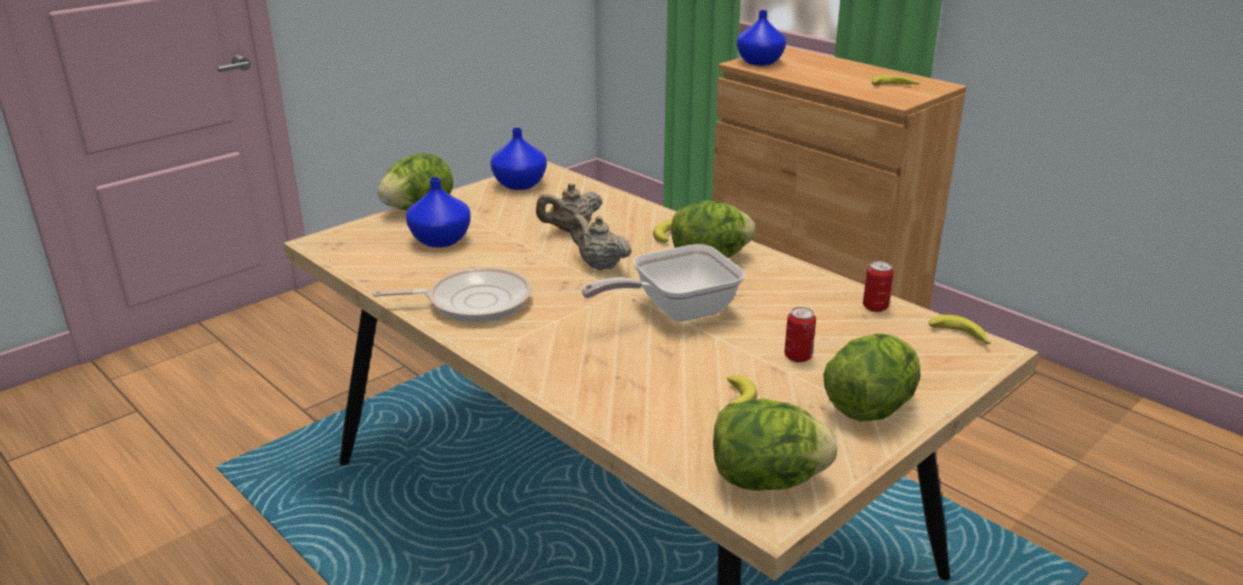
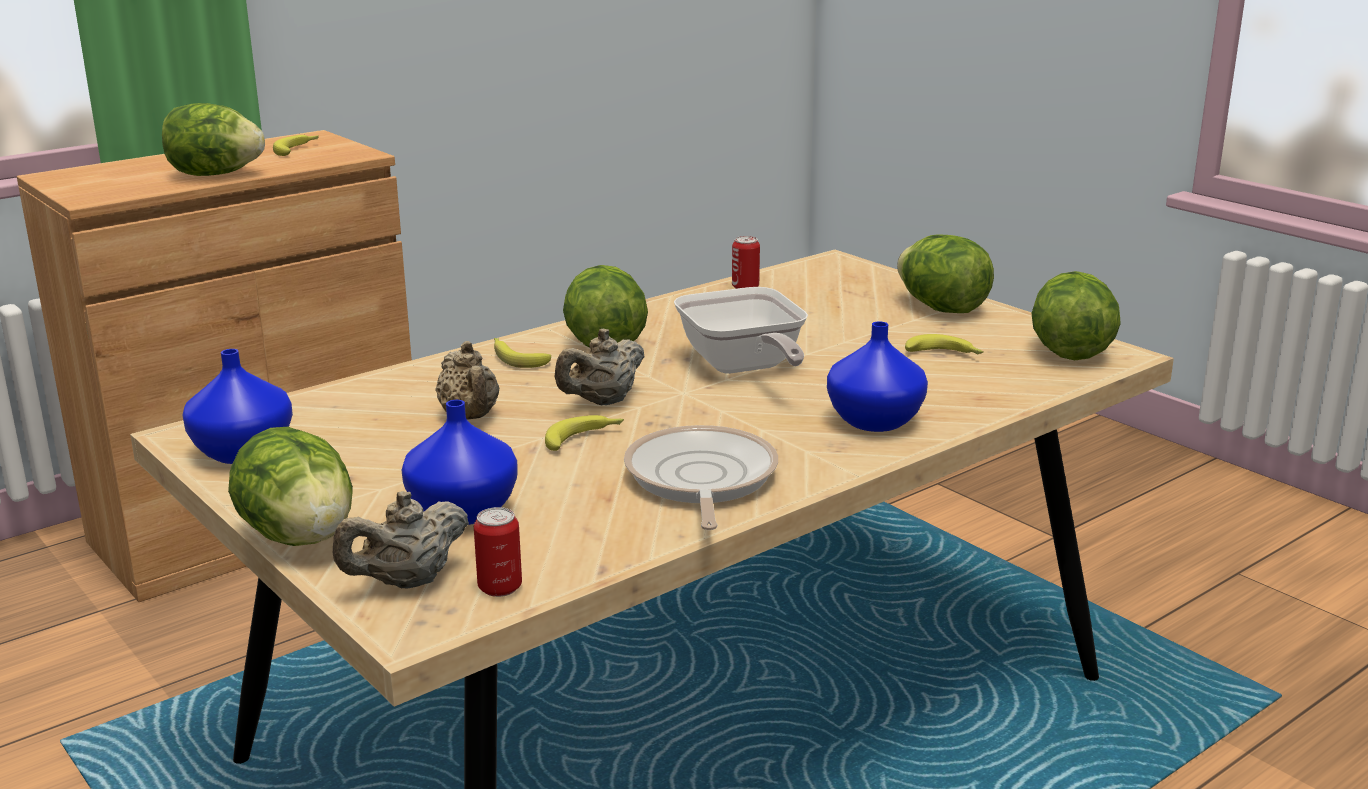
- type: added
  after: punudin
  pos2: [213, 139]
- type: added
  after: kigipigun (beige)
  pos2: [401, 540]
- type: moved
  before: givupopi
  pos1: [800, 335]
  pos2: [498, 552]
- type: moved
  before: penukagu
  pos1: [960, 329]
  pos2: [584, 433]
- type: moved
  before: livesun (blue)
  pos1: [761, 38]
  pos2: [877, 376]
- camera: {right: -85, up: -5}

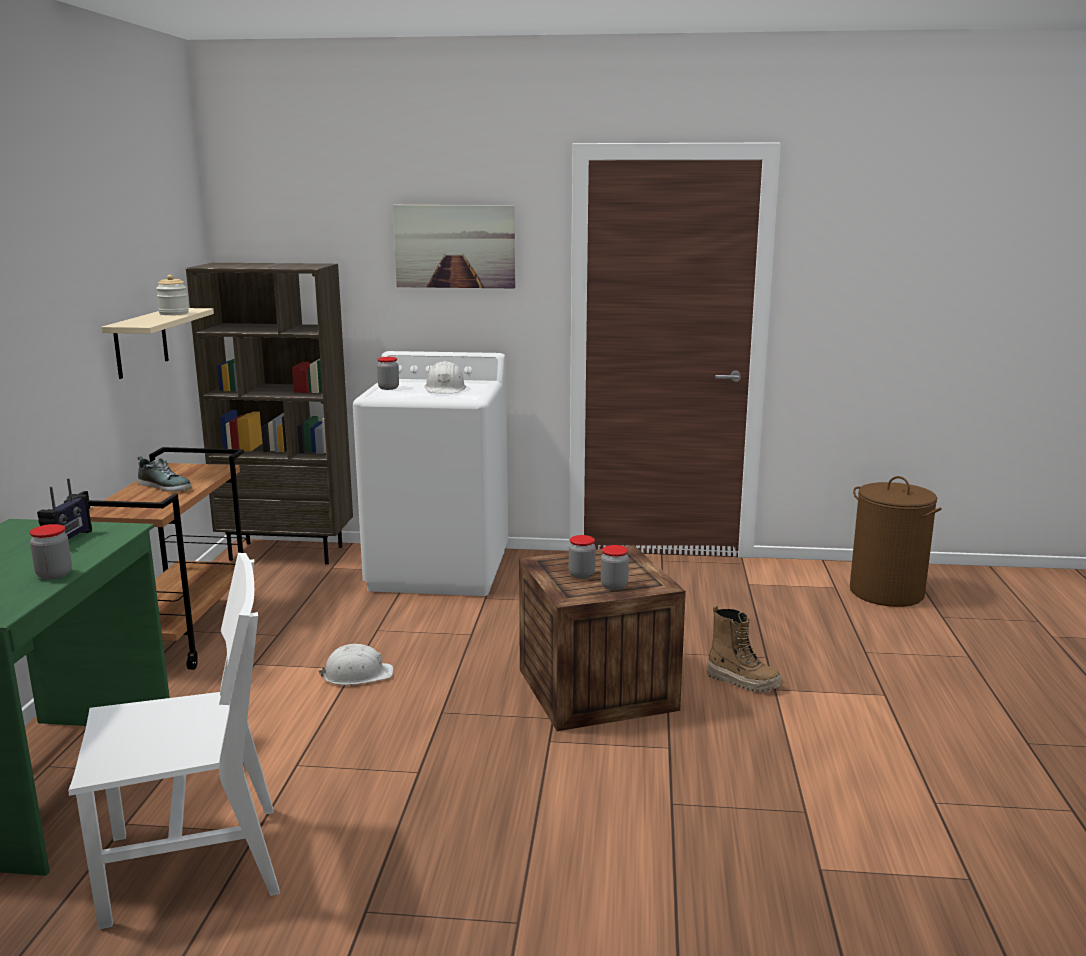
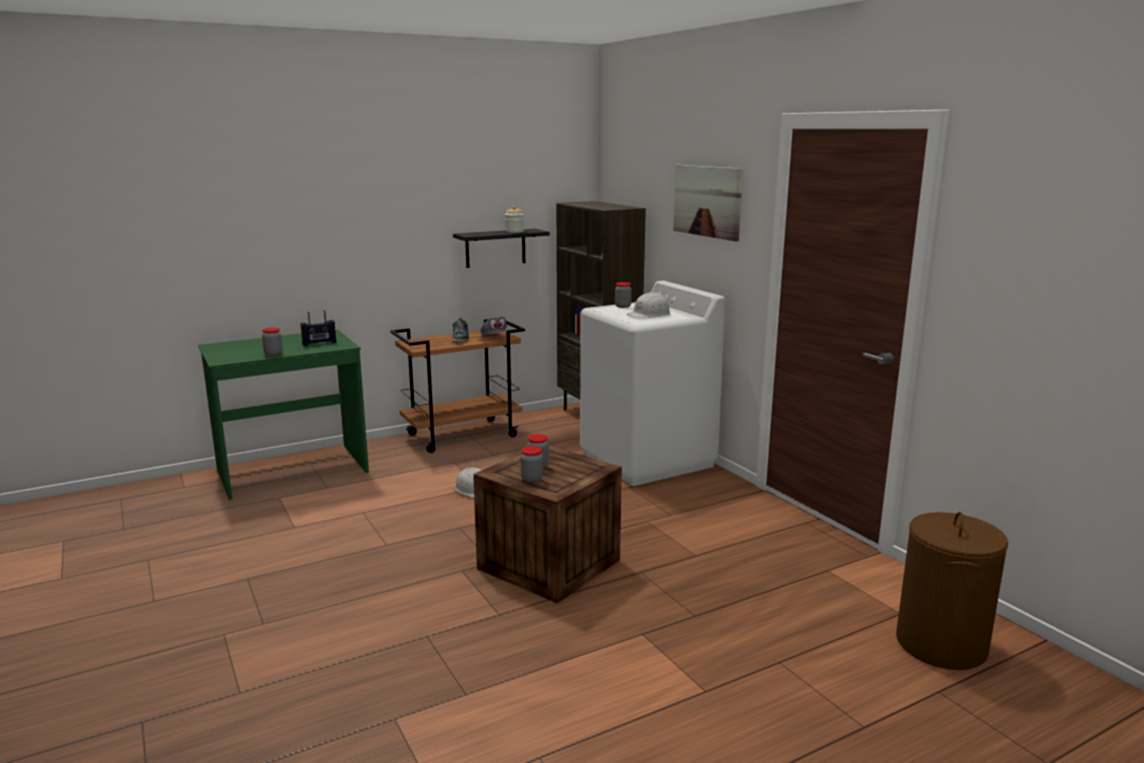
- type: recoloured
  before: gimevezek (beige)
  after: gimevezek (black)
  pos1: [157, 343]
  pos2: [501, 248]
- type: added
  after: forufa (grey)
  pos2: [493, 326]
- type: removed
  before: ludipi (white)
  pos1: [174, 741]
- type: removed
  before: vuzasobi
  pos1: [744, 649]
- camera: {right: 55, up: 0}

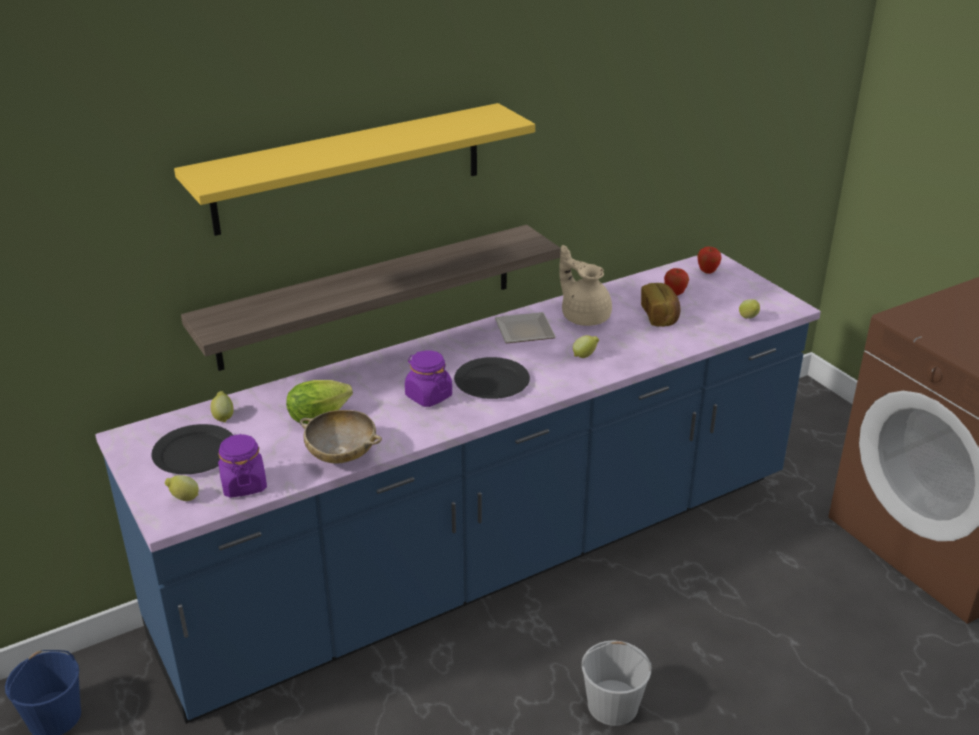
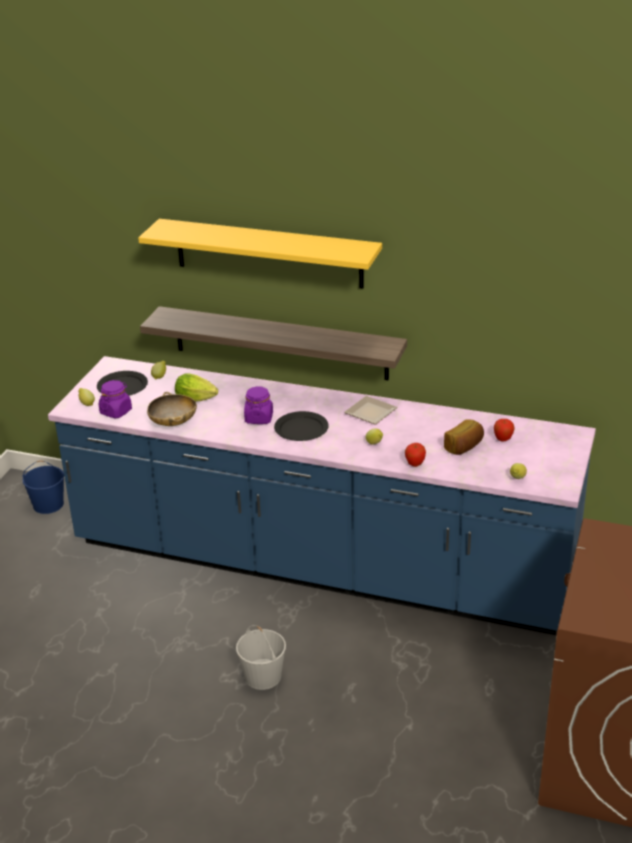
- type: moved
  before: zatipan
  pos1: [709, 260]
  pos2: [415, 455]
- type: removed
  before: kigipigun (beige)
  pos1: [585, 285]
- camera: {right: 50, up: 0}

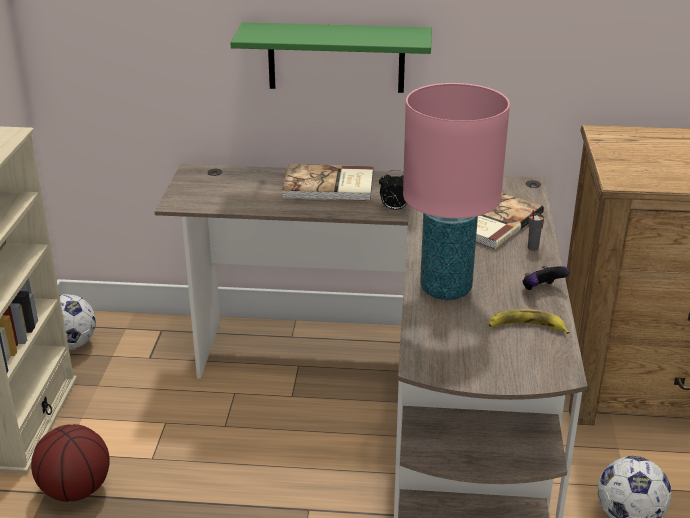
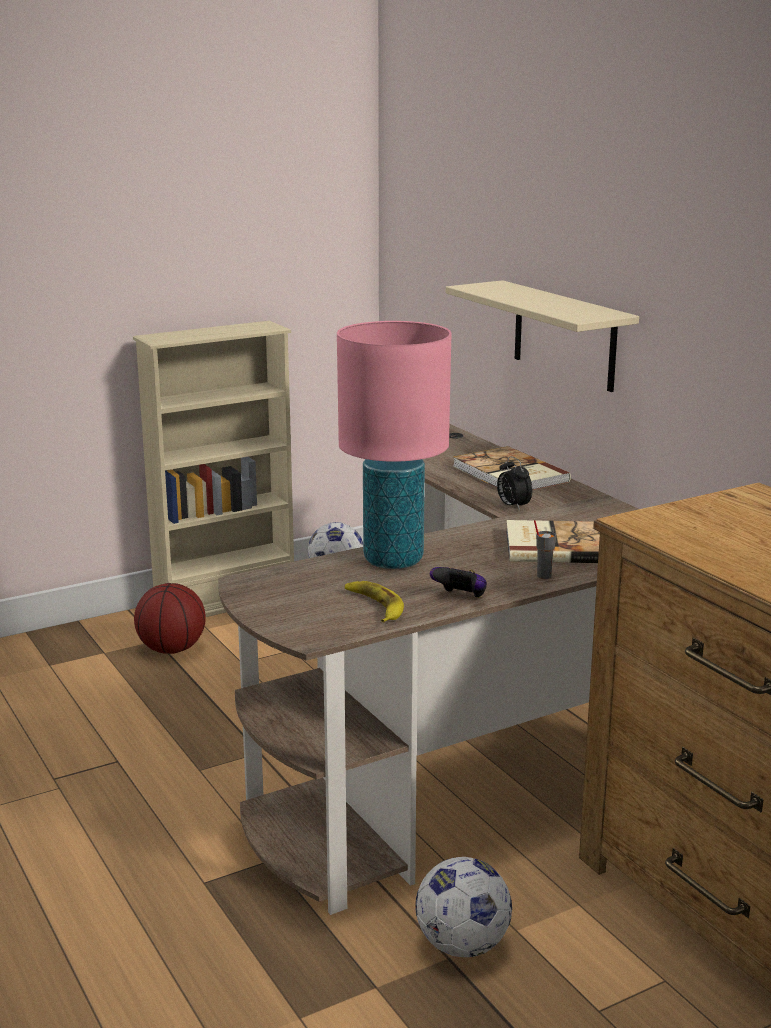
- type: recoloured
  before: gimevezek (green)
  after: gimevezek (beige)
  pos1: [331, 57]
  pos2: [542, 336]
- camera: {right: 55, up: -10}

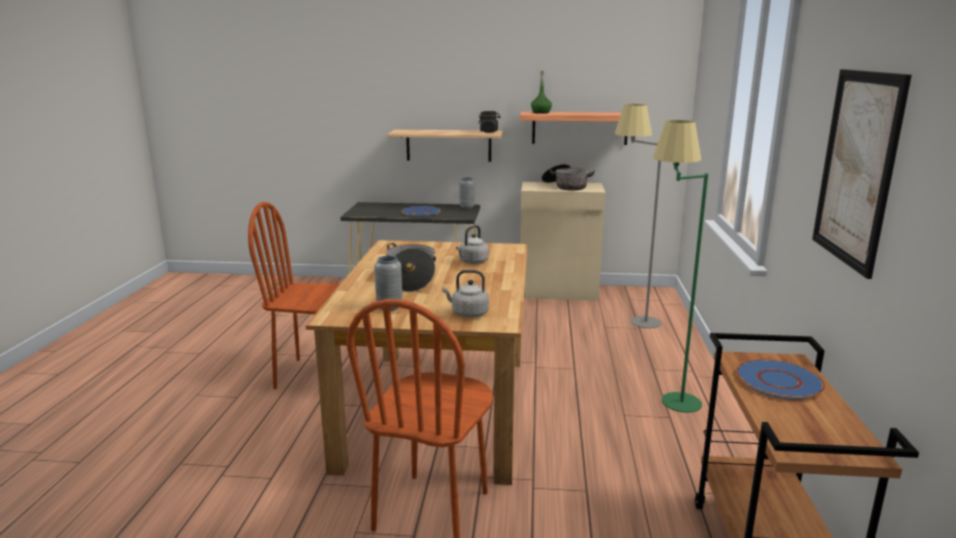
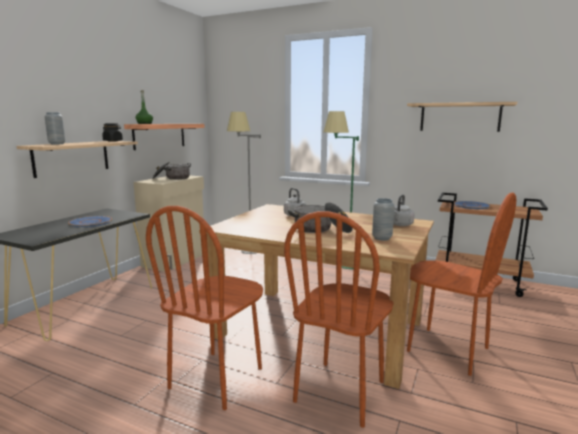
- type: moved
  before: livesun (grey)
  pos1: [466, 193]
  pos2: [55, 128]
- type: added
  after: ludipi (brown)
  pos2: [339, 319]
- type: replaced
  before: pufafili
  after: gimevezek
  pos1: [862, 174]
  pos2: [462, 117]
- camera: {right: -70, up: -5}

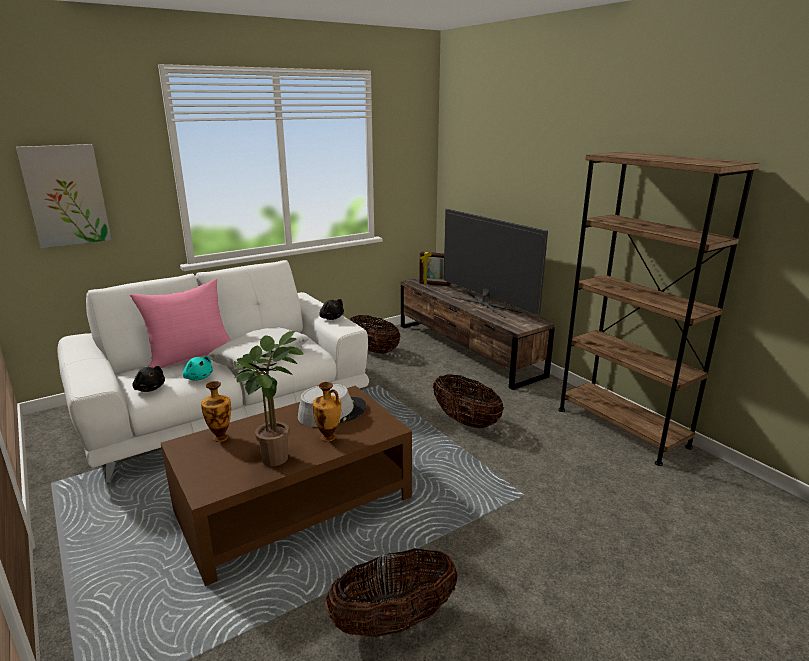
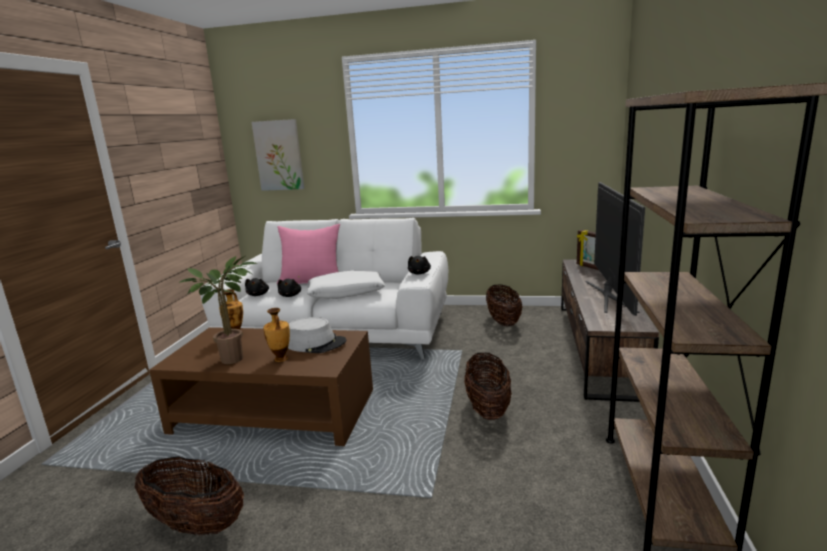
- type: recoloured
  before: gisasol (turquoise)
  after: gisasol (black)
  pos1: [198, 368]
  pos2: [289, 288]
- camera: {right: 45, up: -5}

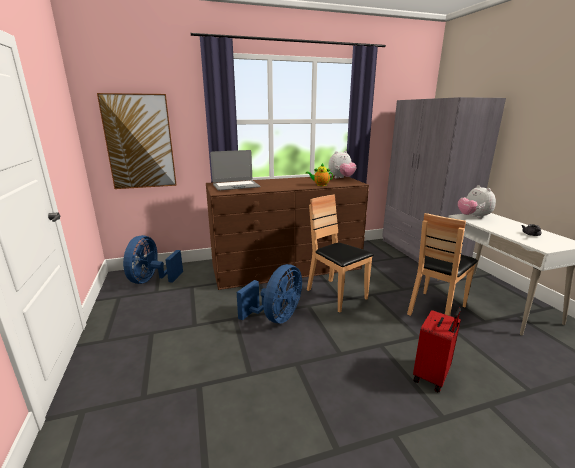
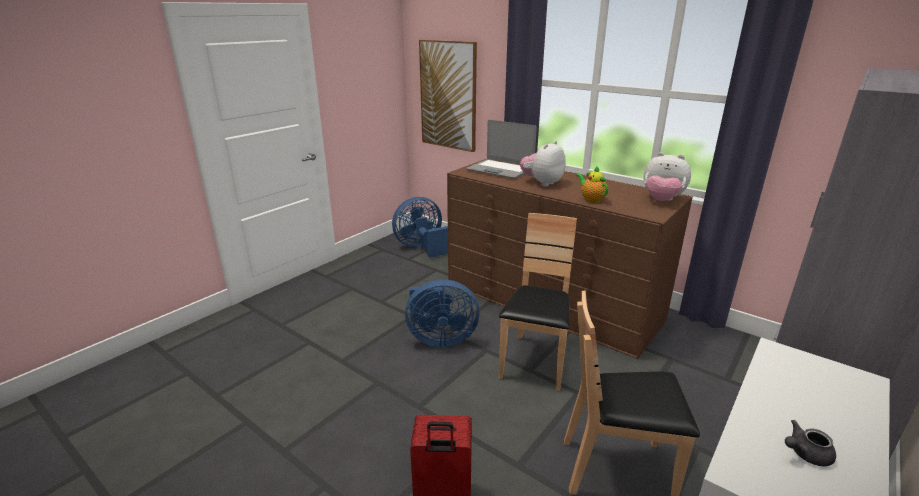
- type: moved
  before: gisasol
  pos1: [477, 202]
  pos2: [542, 164]
- camera: {right: 55, up: 5}

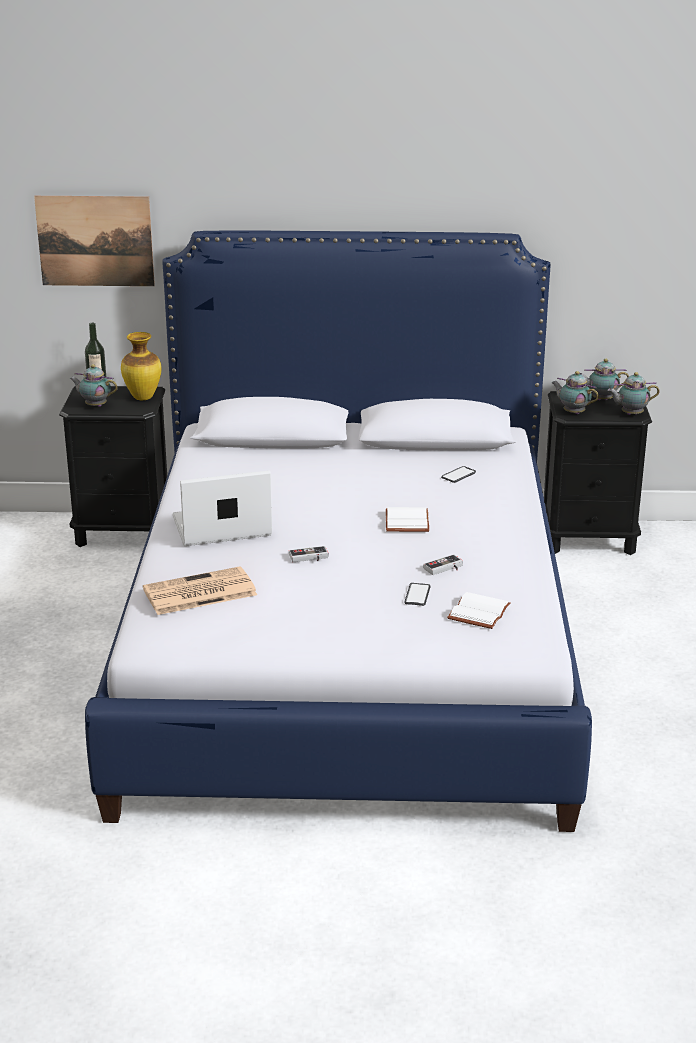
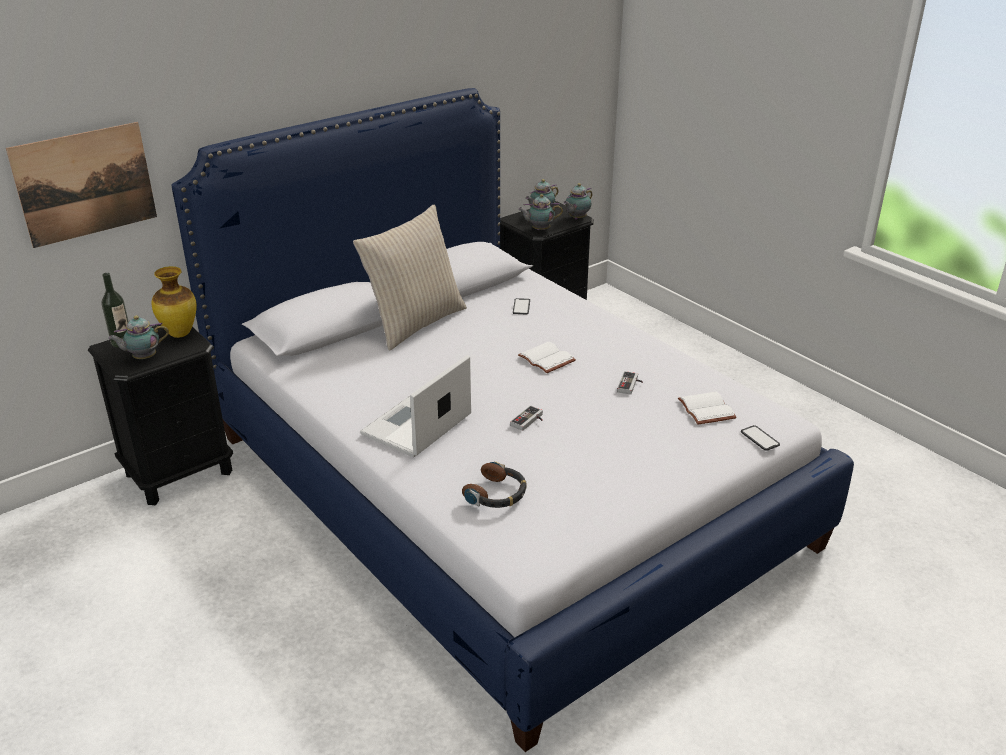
- type: added
  after: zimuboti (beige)
  pos2: [410, 277]
- type: replaced
  before: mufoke
  after: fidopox
  pos1: [200, 590]
  pos2: [494, 484]
- type: moved
  before: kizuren
  pos1: [417, 594]
  pos2: [760, 438]
- camera: {right: -40, up: 5}

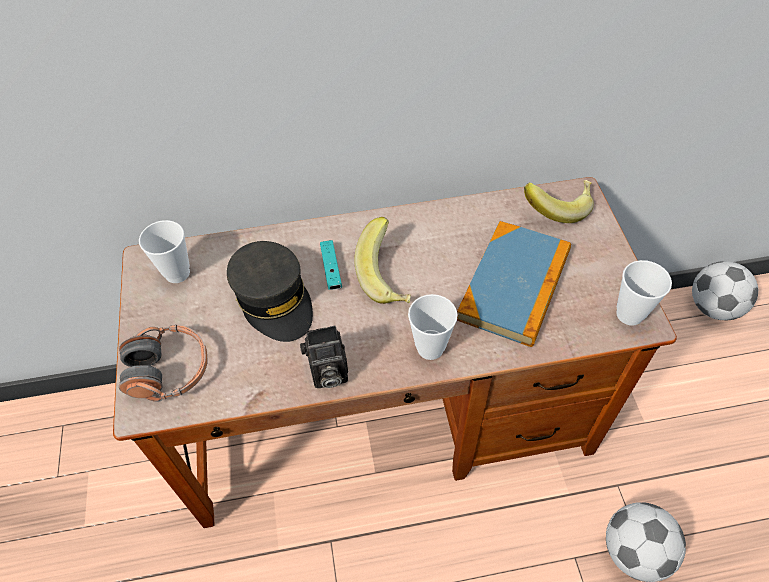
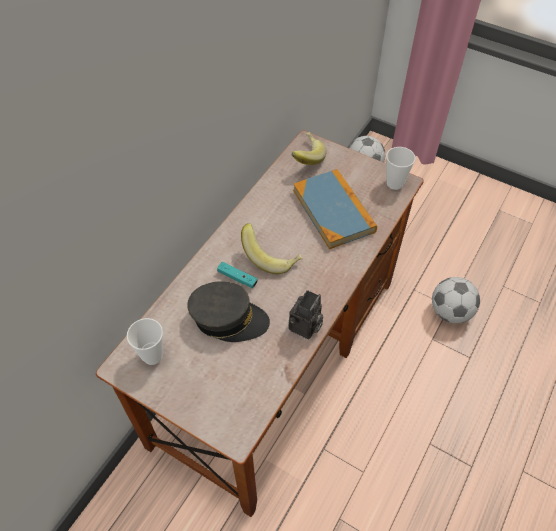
- type: removed
  before: fidopox
  pos1: [163, 363]
- type: removed
  before: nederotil
  pos1: [433, 327]
- camera: {right: -50, up: 0}

